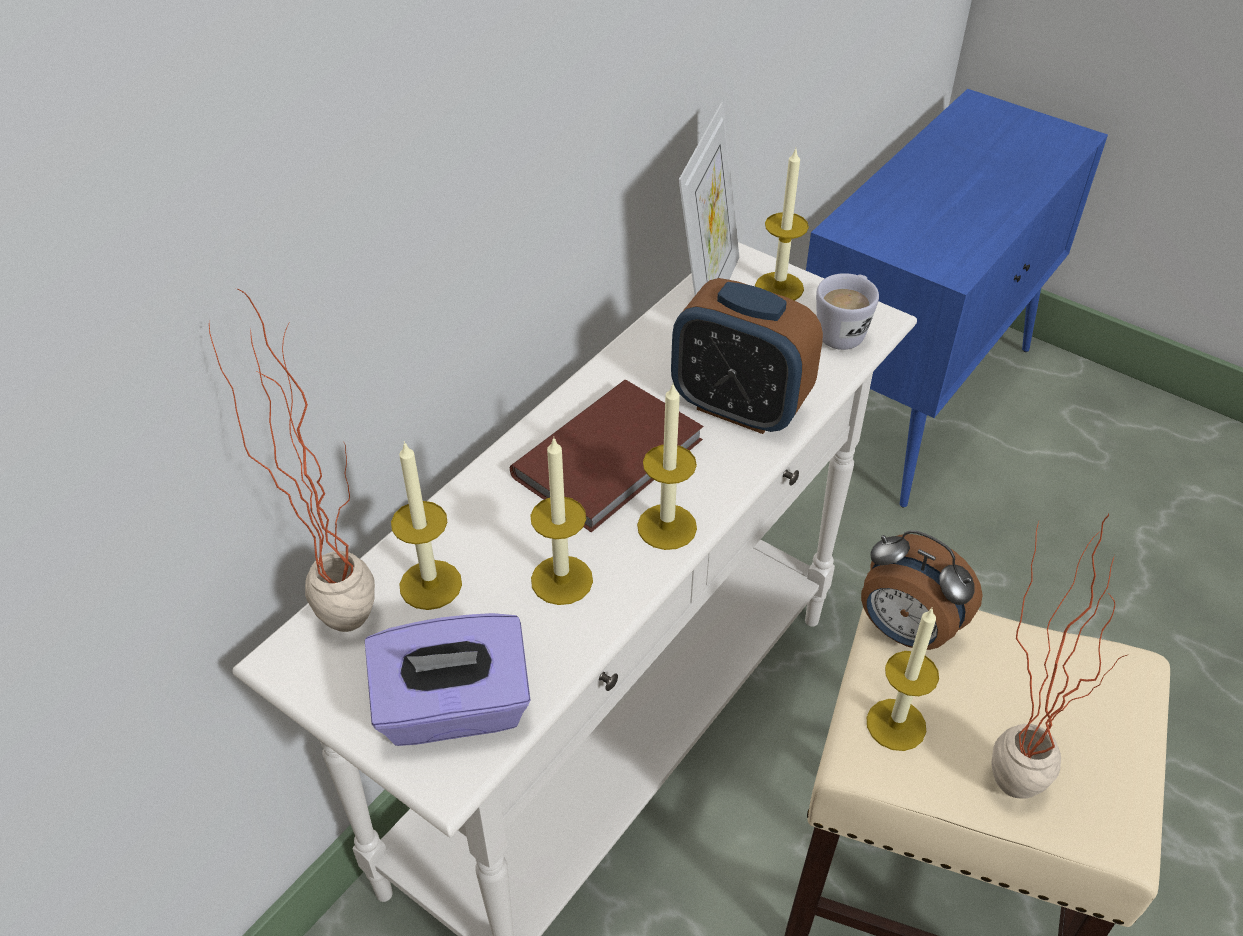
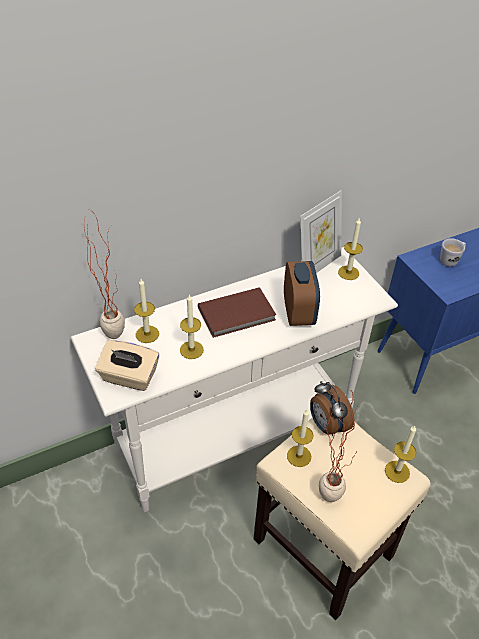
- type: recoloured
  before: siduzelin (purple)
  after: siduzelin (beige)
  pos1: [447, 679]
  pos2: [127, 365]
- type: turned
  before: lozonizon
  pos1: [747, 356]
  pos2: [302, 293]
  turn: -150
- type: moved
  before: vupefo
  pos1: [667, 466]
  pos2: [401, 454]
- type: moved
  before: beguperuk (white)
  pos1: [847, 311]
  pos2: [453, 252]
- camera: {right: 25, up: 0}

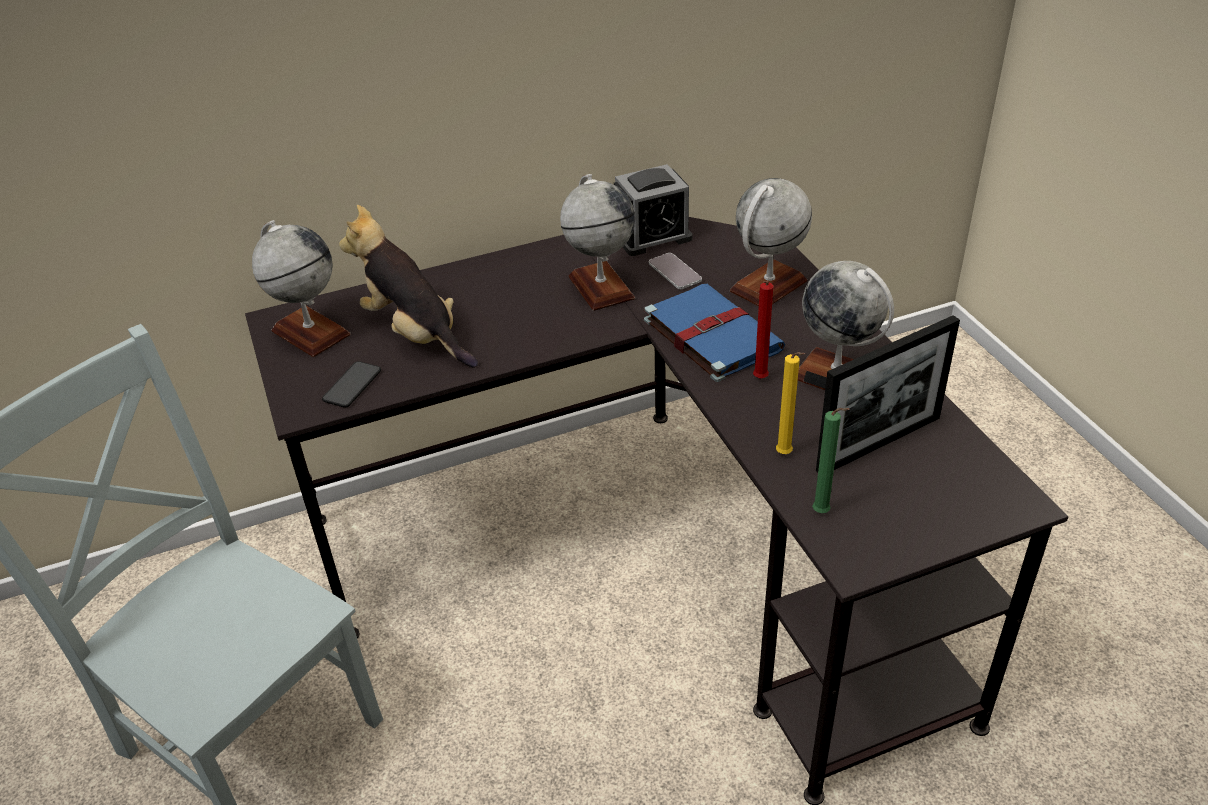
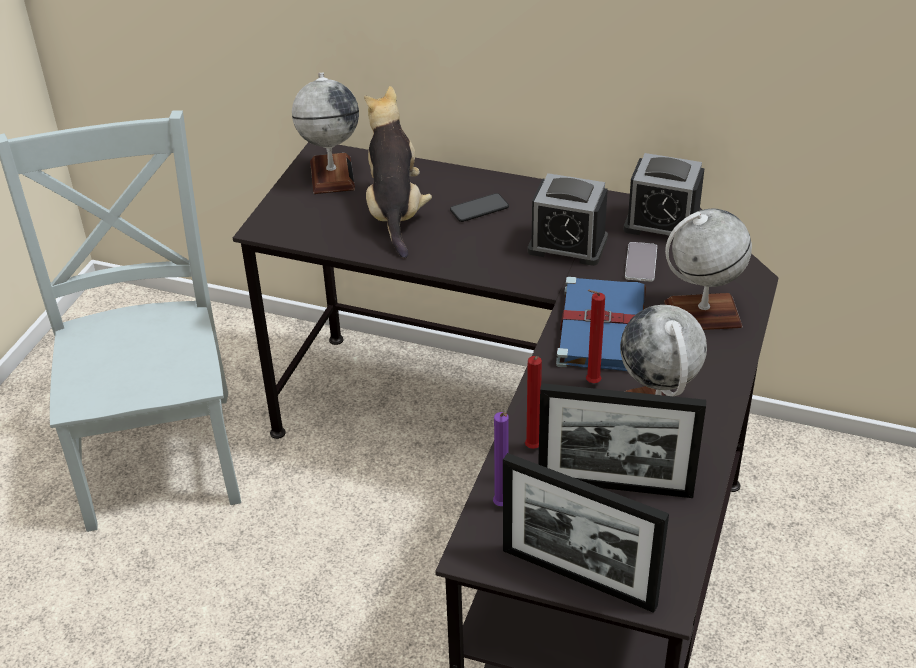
- type: moved
  before: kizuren
  pos1: [351, 384]
  pos2: [479, 207]
- type: recoloured
  before: vupefo (green)
  after: vupefo (purple)
  pos1: [831, 460]
  pos2: [501, 459]
- type: added
  after: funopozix
  pos2: [586, 533]
- type: recoloured
  before: vupefo (yellow)
  after: vupefo (red)
  pos1: [790, 403]
  pos2: [533, 402]
- type: replaced
  before: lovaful
  after: lozonizon
  pos1: [597, 242]
  pos2: [568, 219]
- camera: {right: 40, up: 0}

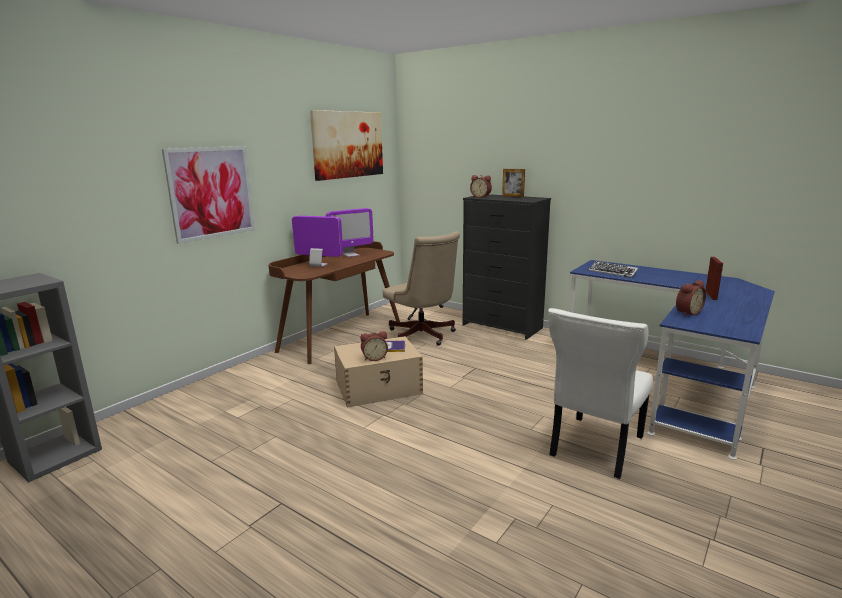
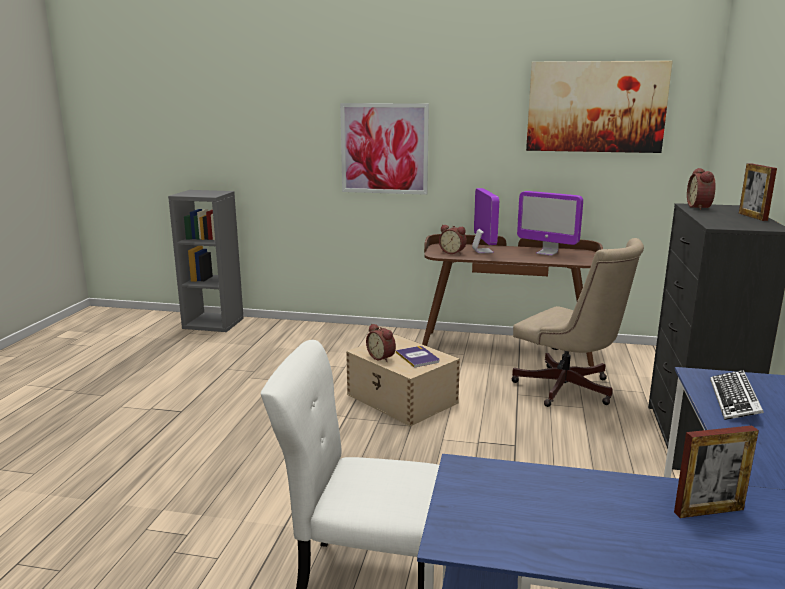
- type: moved
  before: lozonizon
  pos1: [691, 298]
  pos2: [453, 240]
- type: turned
  before: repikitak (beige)
  pos1: [421, 288]
  pos2: [577, 322]
  turn: -75
- camera: {right: 65, up: 0}

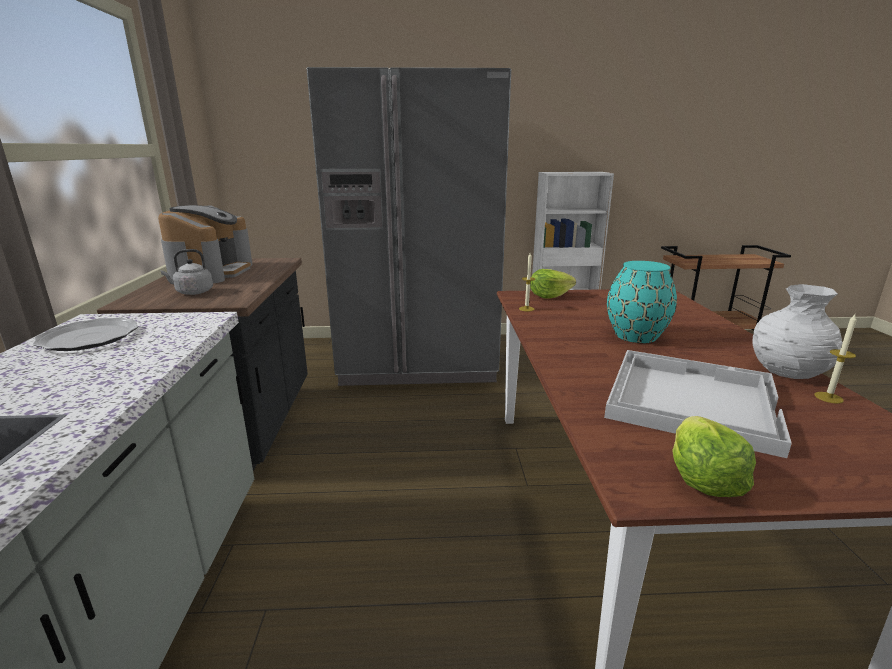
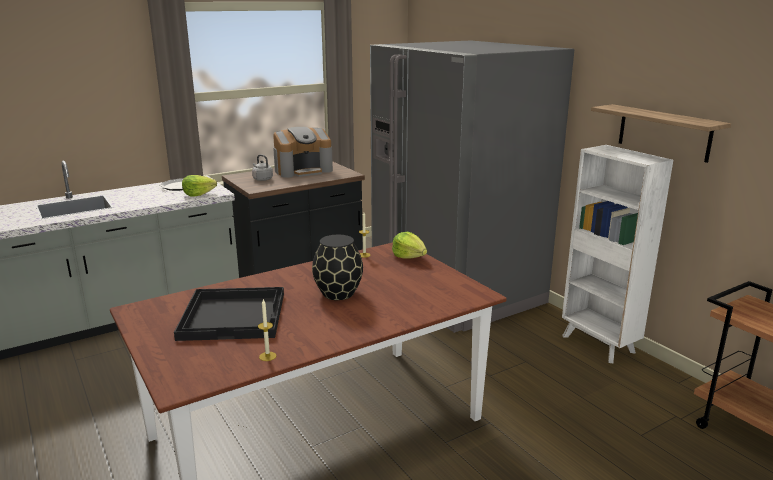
- type: recoloured
  before: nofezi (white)
  after: nofezi (black)
  pos1: [698, 404]
  pos2: [229, 314]
- type: moved
  before: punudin
  pos1: [714, 456]
  pos2: [199, 186]
- type: recoloured
  before: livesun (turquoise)
  after: livesun (black)
  pos1: [642, 302]
  pos2: [337, 267]
- type: added
  after: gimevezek
  pos2: [661, 133]
- type: removed
  before: livesun (white)
  pos1: [797, 331]
- camera: {right: 60, up: 0}

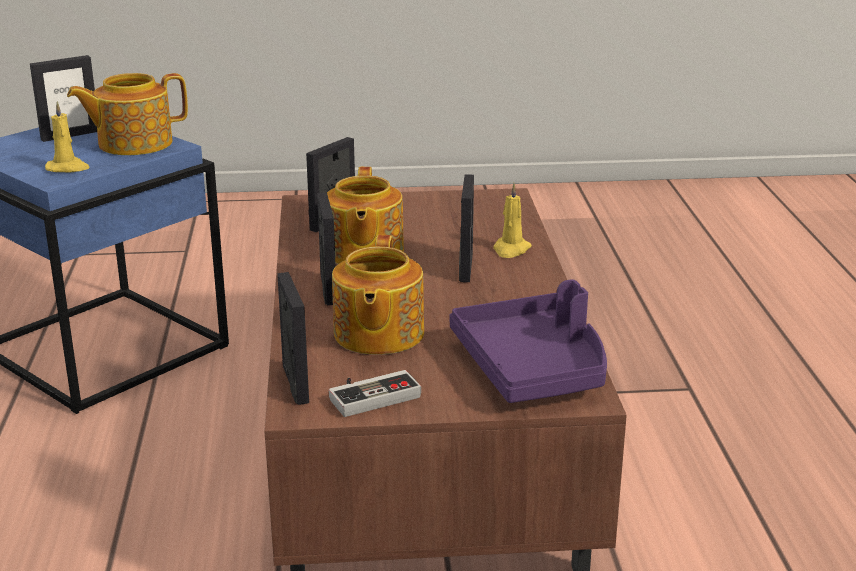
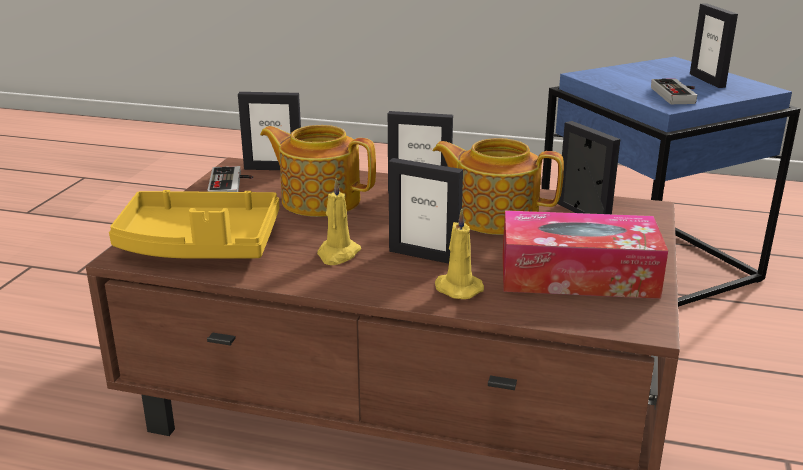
- type: recoloured
  before: nofezi (purple)
  after: nofezi (yellow)
  pos1: [528, 341]
  pos2: [194, 224]
- type: moved
  before: vupefo (yellow)
  pos1: [67, 136]
  pos2: [339, 221]
- type: added
  after: siduzelin
  pos2: [585, 254]
- type: replaced
  before: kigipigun
  after: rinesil
  pos1: [127, 114]
  pos2: [674, 91]
- camera: {right: 110, up: 0}

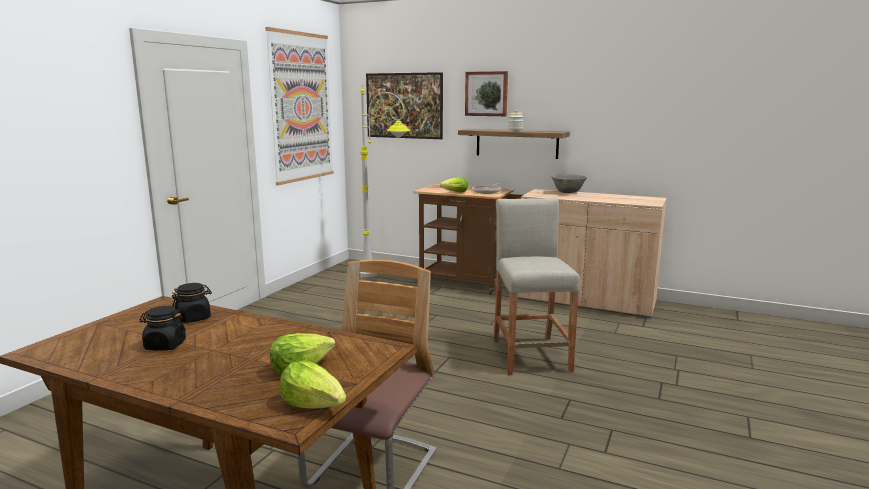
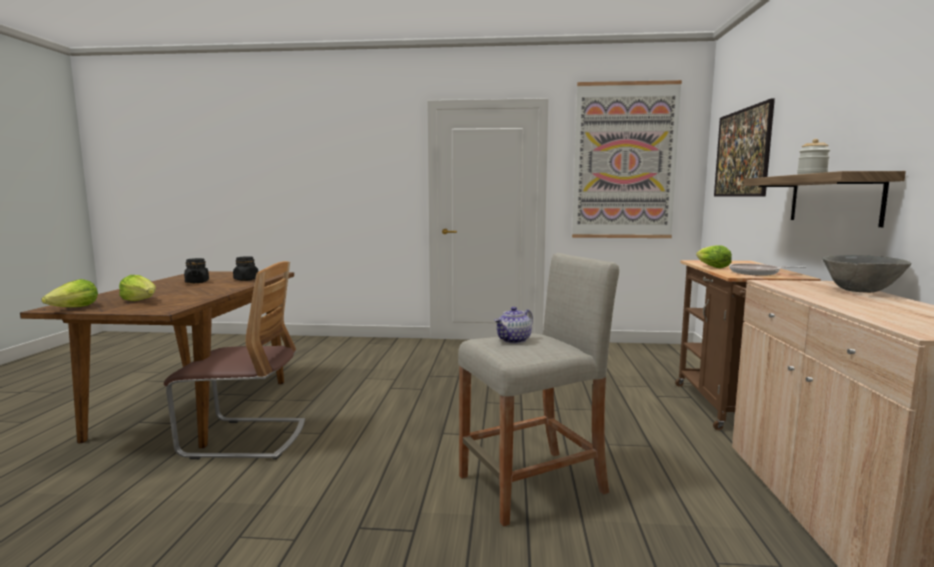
- type: added
  after: kigipigun
  pos2: [513, 325]
- type: removed
  before: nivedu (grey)
  pos1: [385, 181]
- type: removed
  before: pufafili
  pos1: [486, 93]
- camera: {right: 70, up: -5}

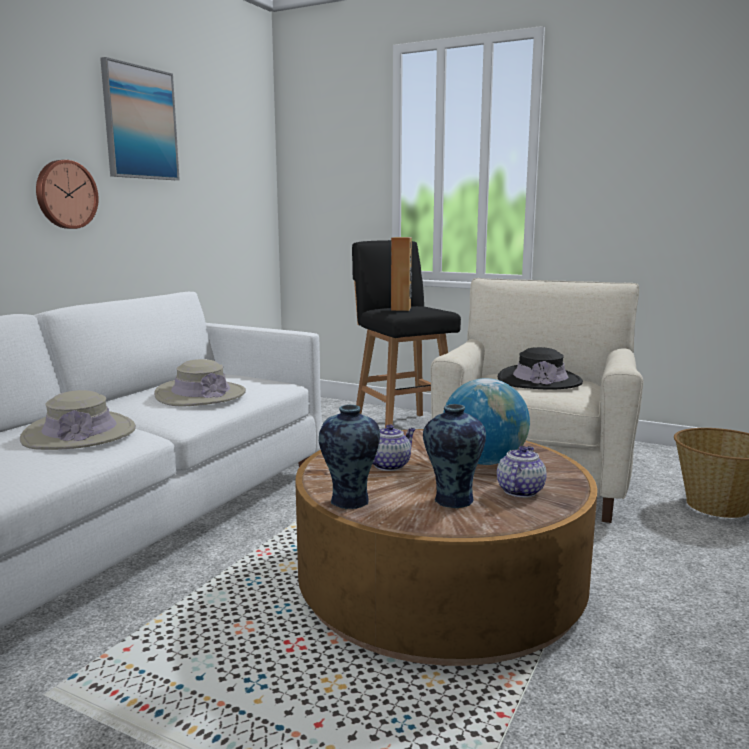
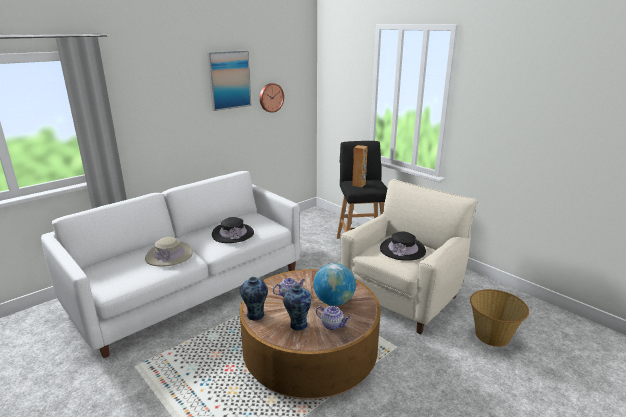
- type: recoloured
  before: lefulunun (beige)
  after: lefulunun (black)
  pos1: [200, 383]
  pos2: [233, 230]
- type: moved
  before: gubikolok
  pos1: [67, 194]
  pos2: [272, 98]
- type: turned
  before: kigipigun
  pos1: [522, 472]
  pos2: [333, 318]
  turn: 75
- camera: {right: 20, up: 10}

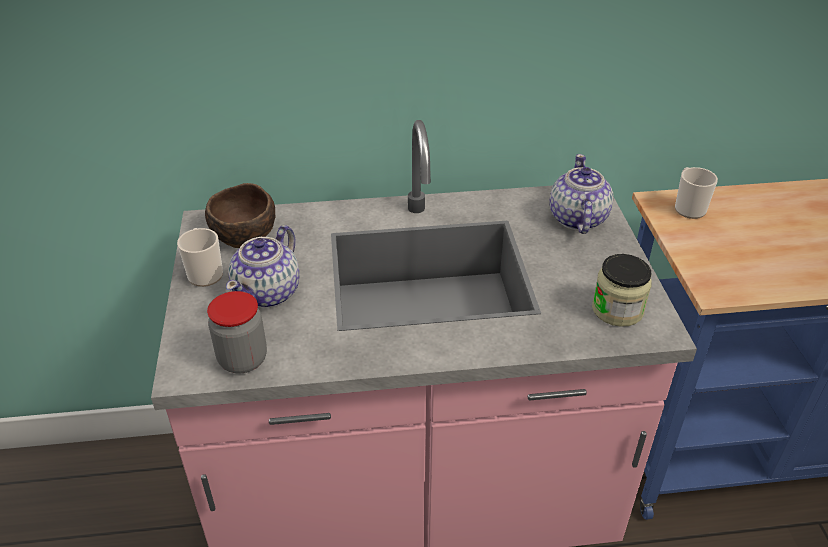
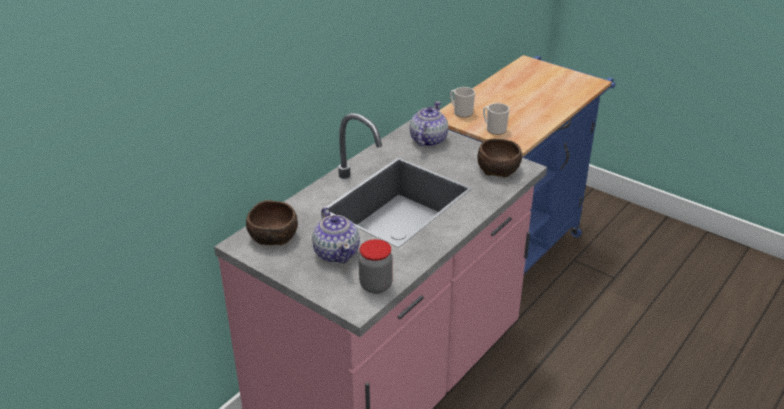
- type: turned
  before: kigipigun
  pos1: [581, 194]
  pos2: [429, 124]
  turn: 60
- type: replaced
  before: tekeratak
  after: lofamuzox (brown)
  pos1: [622, 290]
  pos2: [500, 158]
- type: moved
  before: beguperuk
  pos1: [200, 257]
  pos2: [496, 119]
- camera: {right: -45, up: -5}

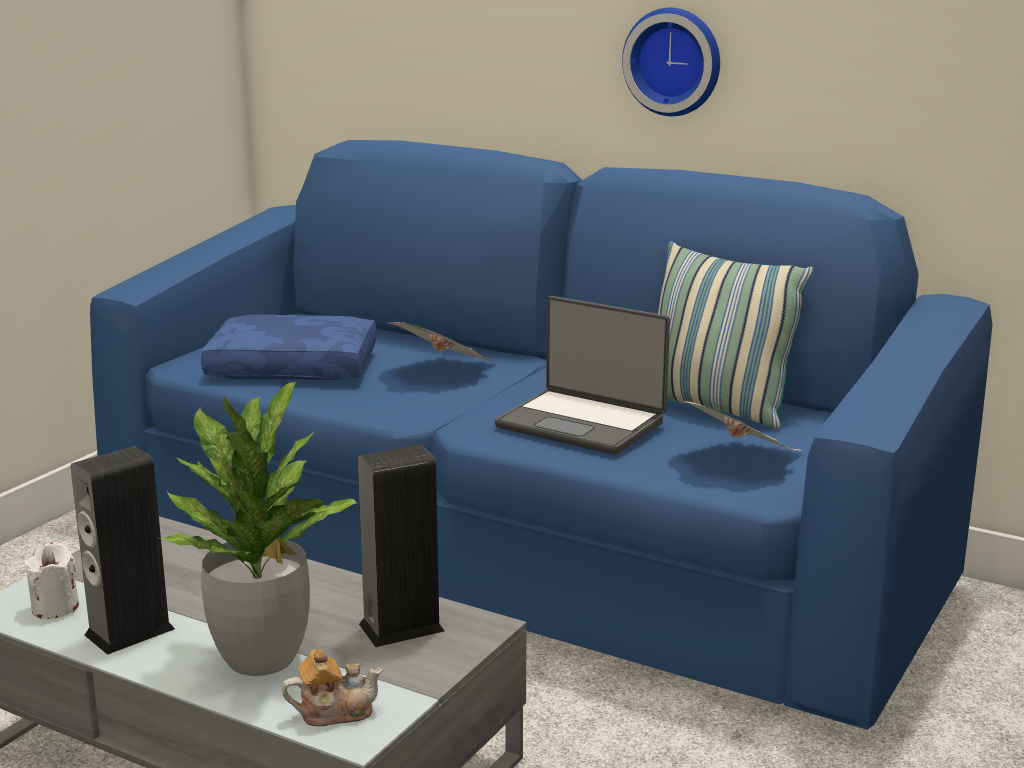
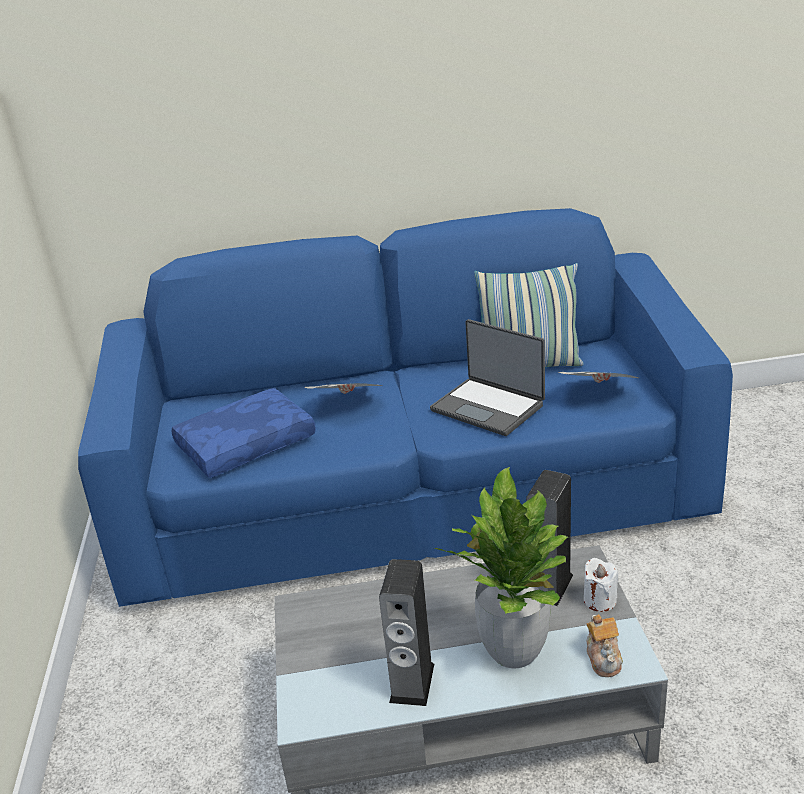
- type: turned
  before: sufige
  pos1: [582, 375]
  pos2: [487, 377]
  turn: 45
- type: moved
  before: vupefo (white)
  pos1: [51, 580]
  pos2: [601, 585]
- type: turned
  before: kigipigun
  pos1: [332, 687]
  pos2: [604, 645]
  turn: 135
- type: removed
  before: gubikolok
  pos1: [671, 62]
- camera: {right: -35, up: 10}

